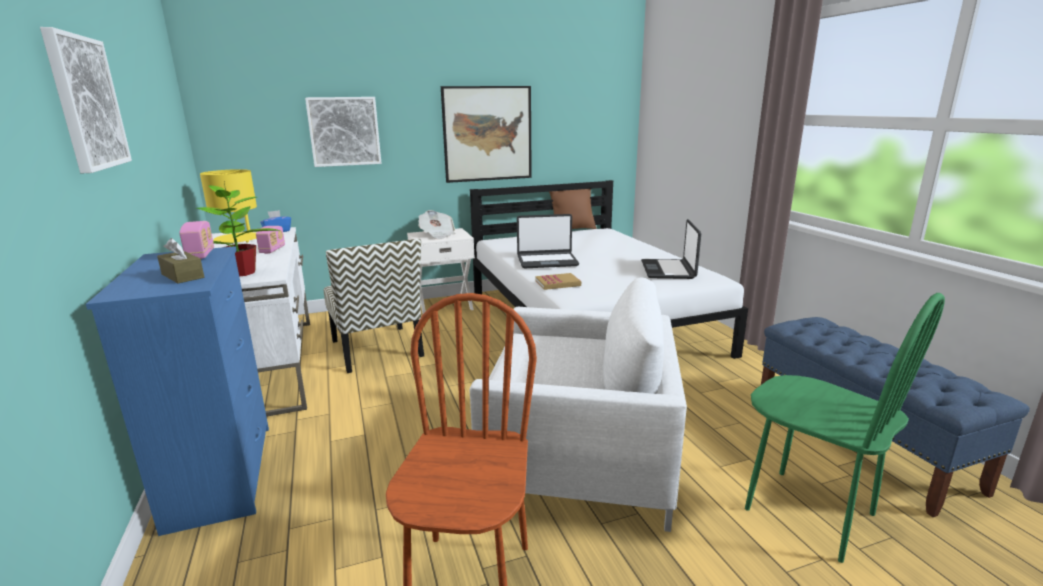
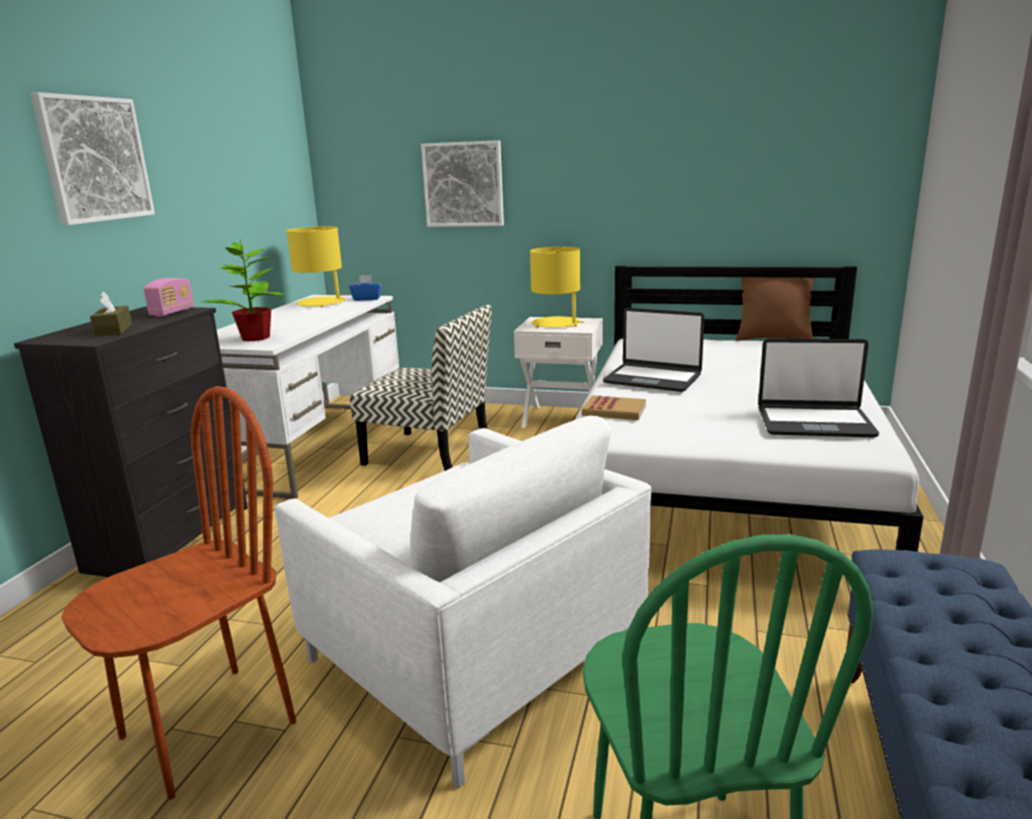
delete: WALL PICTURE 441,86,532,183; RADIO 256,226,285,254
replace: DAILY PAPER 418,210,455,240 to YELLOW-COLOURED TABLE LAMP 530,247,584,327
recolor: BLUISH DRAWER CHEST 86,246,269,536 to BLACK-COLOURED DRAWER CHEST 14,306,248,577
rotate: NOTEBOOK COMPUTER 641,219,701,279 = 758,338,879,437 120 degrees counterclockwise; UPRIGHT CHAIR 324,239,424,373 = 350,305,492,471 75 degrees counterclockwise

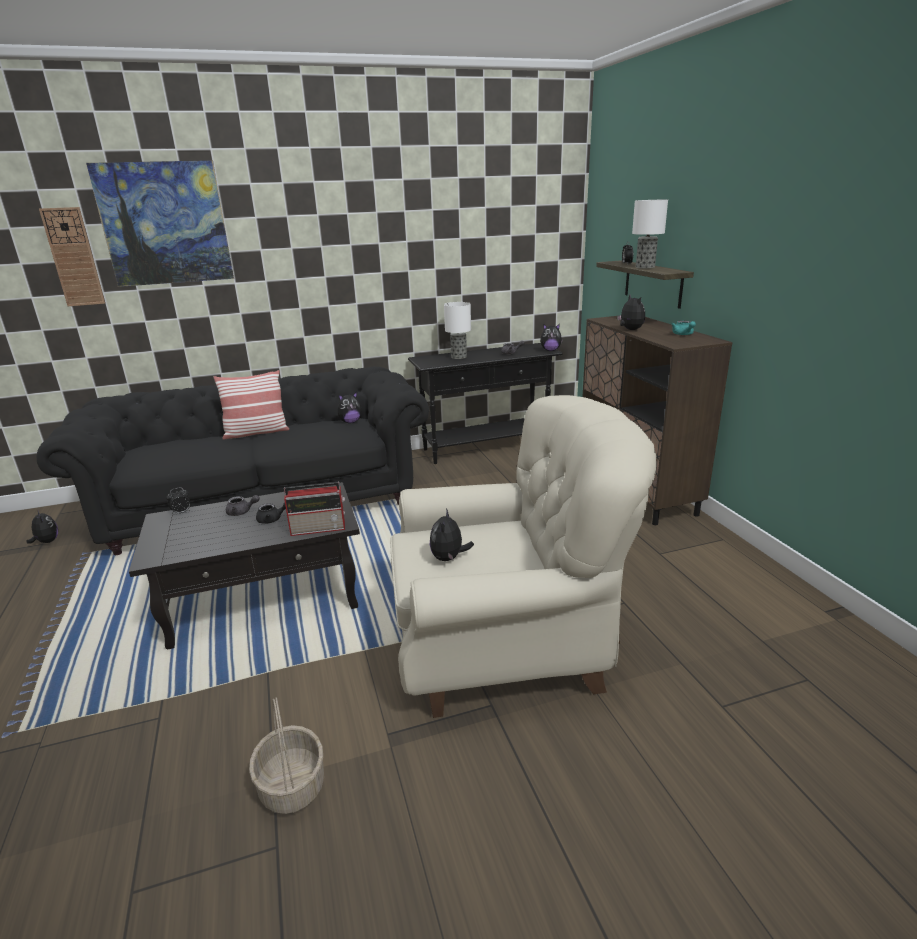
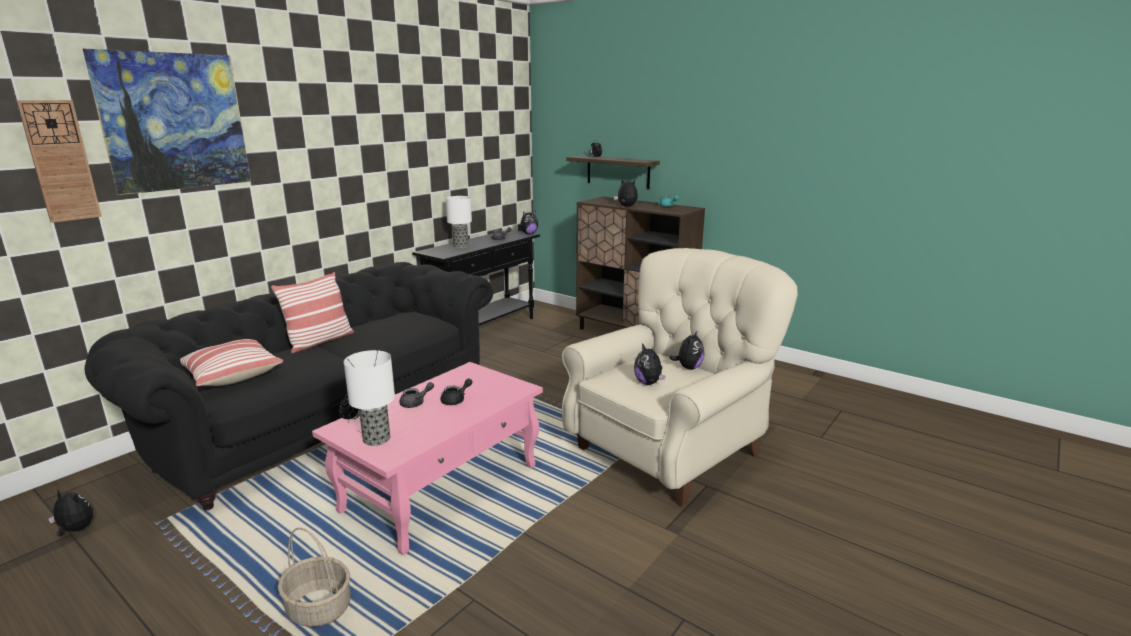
delete: RADIO 284,482,345,536
insert: CUSHION 180,339,283,386
move: TABLE LAMP 632,200,668,269 to 344,350,395,446; CUDDLY TOY 338,392,362,423 to 669,330,704,370; STORAGE BASKET 249,697,324,814 to 278,528,351,627
recolor: BLACK-COLOURED COFFEE TABLE 129,482,360,649 to PINK-COLOURED COFFEE TABLE 312,362,543,555

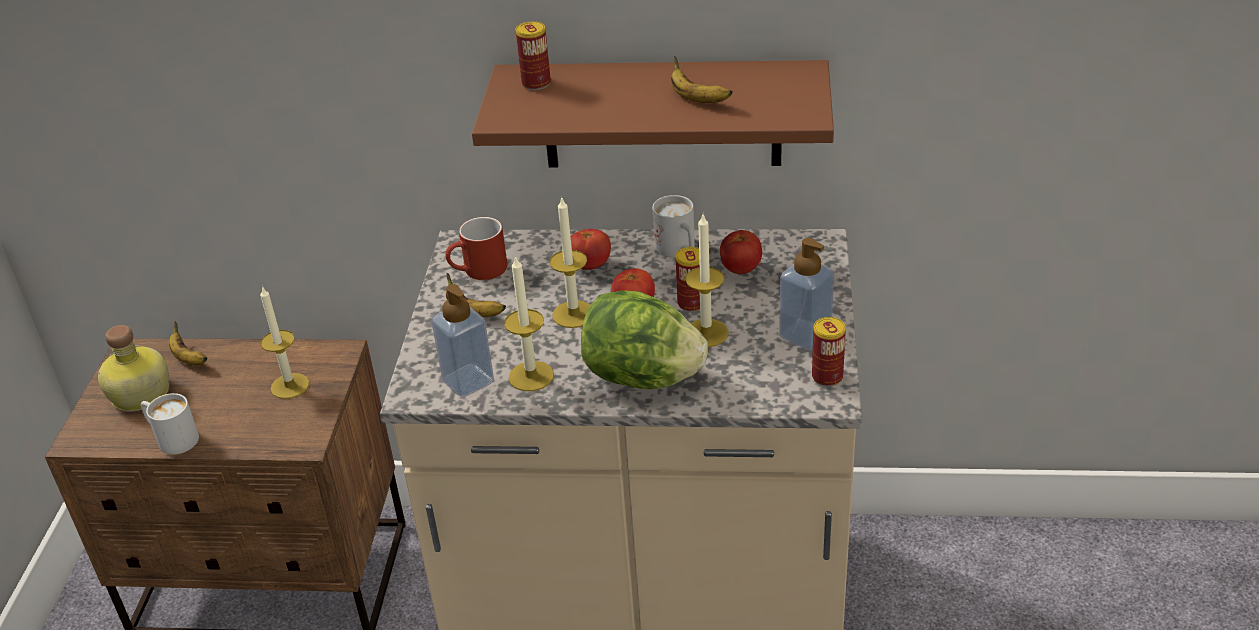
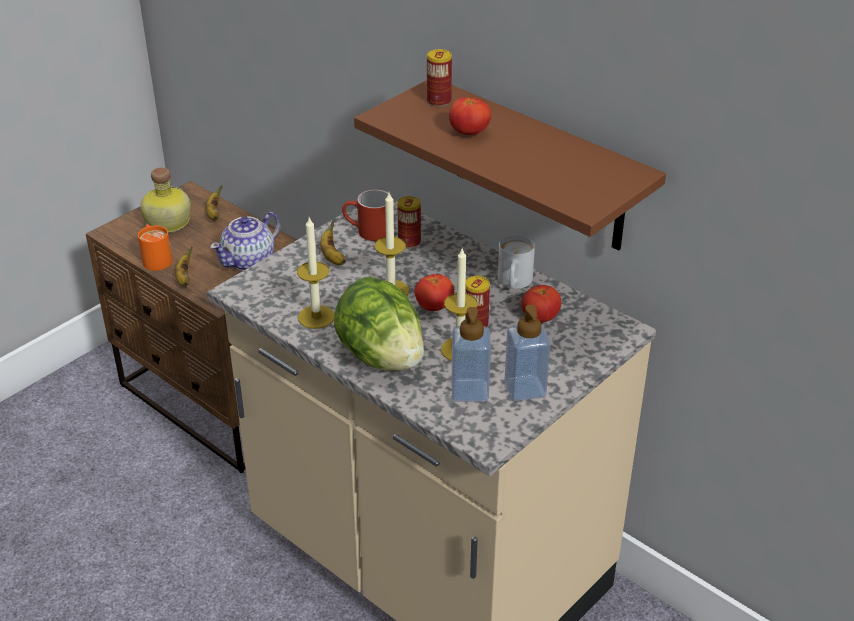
move: BANANA FRUIT 671,56,733,103 to 175,246,193,287; FRESH TOMATO 571,229,611,270 to 449,97,491,135; LIQUID SOAP BOTTLE 431,284,494,397 to 452,307,491,402; METAL CAN 812,317,846,386 to 398,196,421,248
replace: WAX LIGHT 260,286,309,399 to TEA POT 210,212,281,271
recolor: WHITE MUG 141,393,199,455 to ORANGE MUG 138,224,172,271

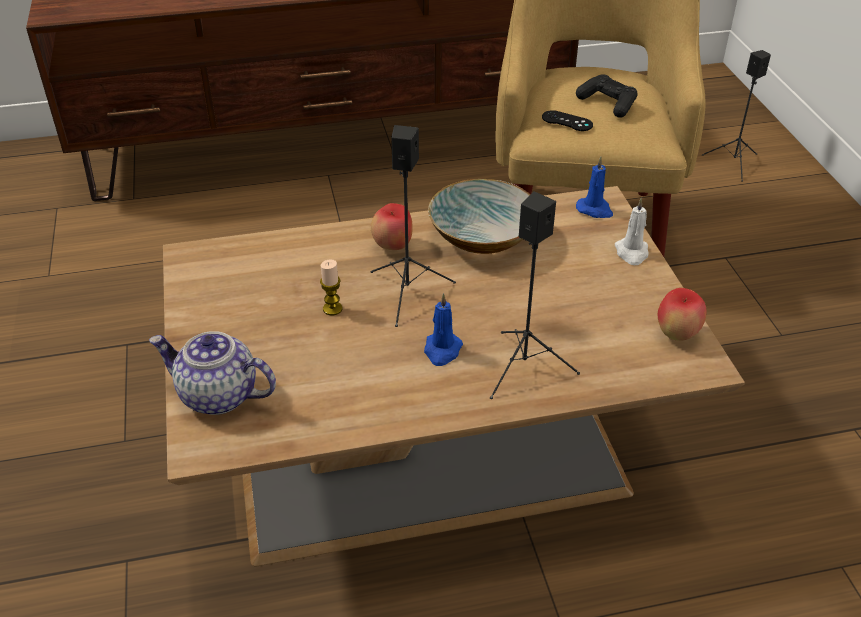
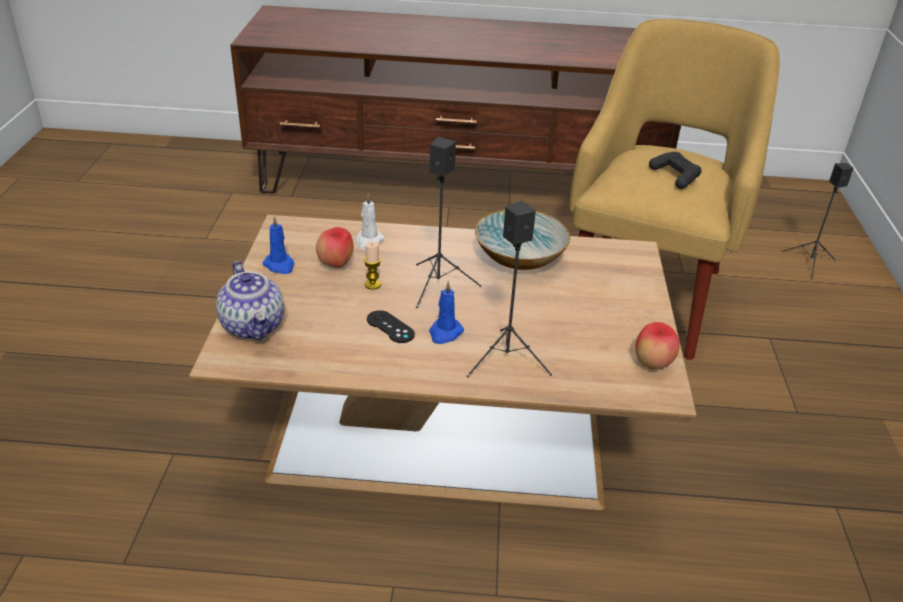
move: BLACK-COLOURED GAME CONTROLLER 542,110,593,131 to 367,310,415,343; BLUISH WAX LIGHT 576,157,613,218 to 262,216,295,274; WHITE WAX LIGHT 615,198,649,265 to 355,193,385,250; APPLE FRUIT 371,203,413,250 to 316,227,353,268
rotate: TEA POT 149,331,276,415 = 216,261,284,340 150 degrees counterclockwise

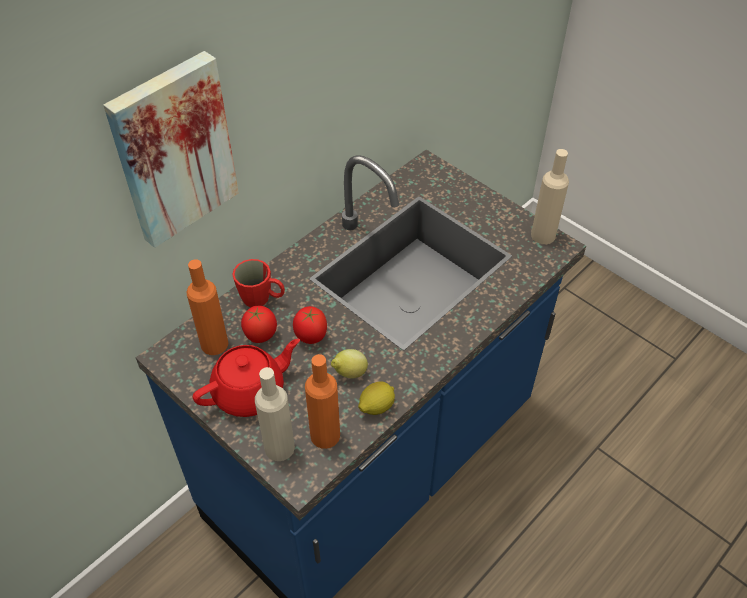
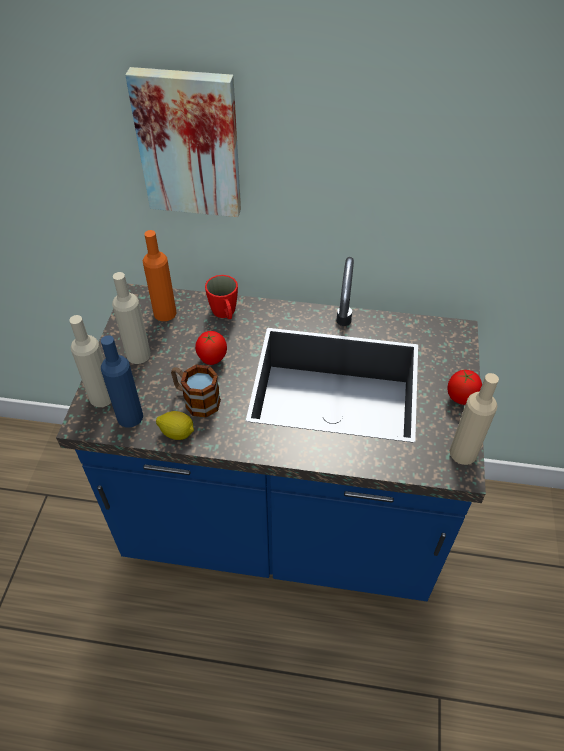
move: FRESH TOMATO 241,306,277,343 to 448,370,482,405
replace: RED TEA POT 193,339,300,417 to SAND-COLOURED BEVERAGE BOTTLE 112,272,151,364; CITRUS FRUIT 331,349,368,379 to MUG 171,365,221,417
recolor: ORANGE BEVERAGE BOTTLE 305,354,340,449 to BLUISH BEVERAGE BOTTLE 101,335,143,428

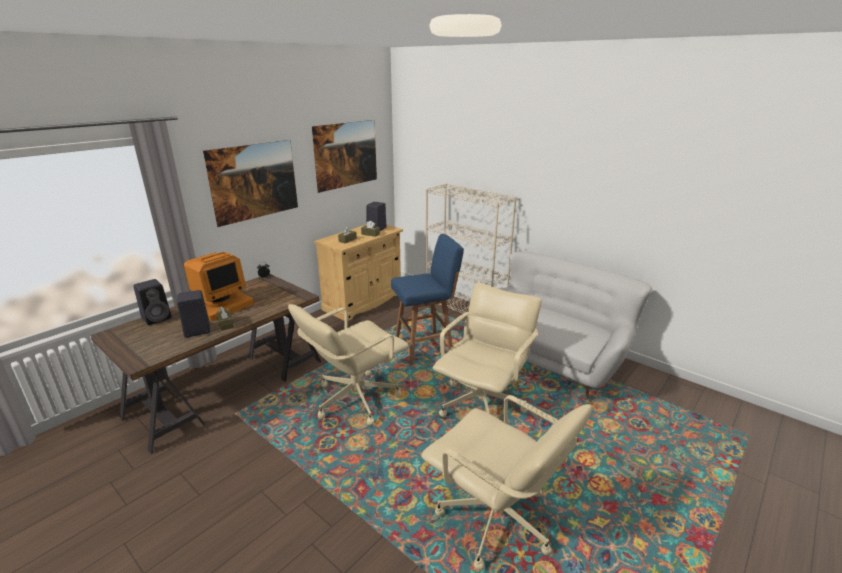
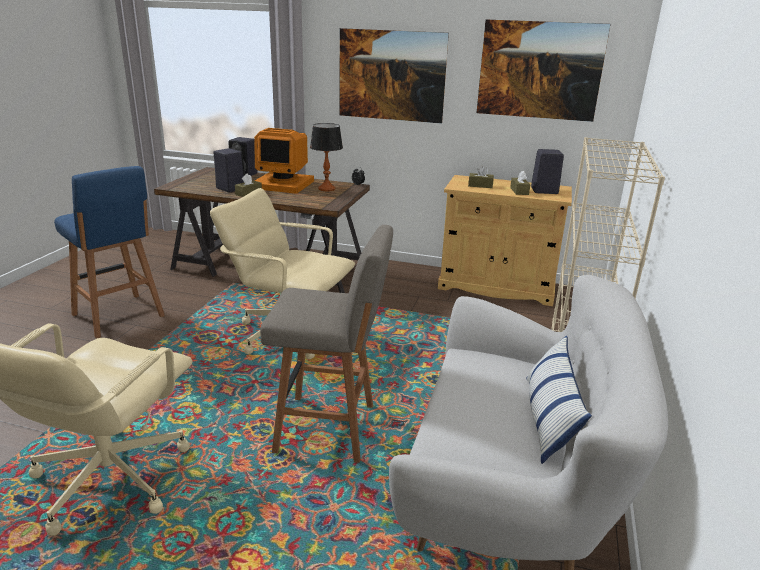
insert: TABLE LAMP 310,123,343,191; CUSHION 526,336,592,464
move: BLUISH STOOL 391,234,464,365 to 54,166,165,339
replace: SAND-COLOURED DESK CHAIR 432,283,542,417 to GREYISH STOOL 260,225,393,463

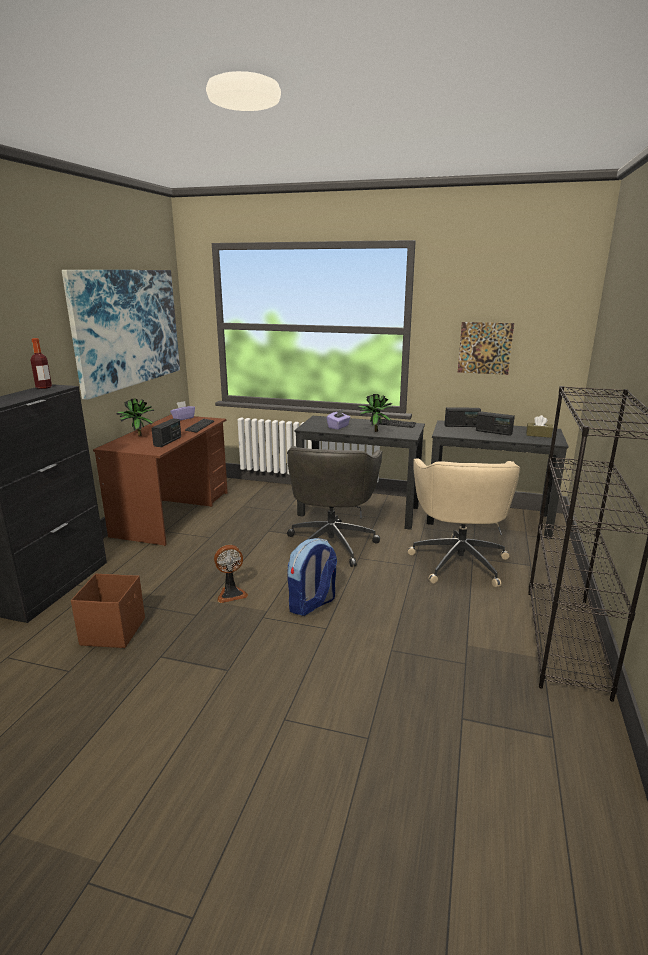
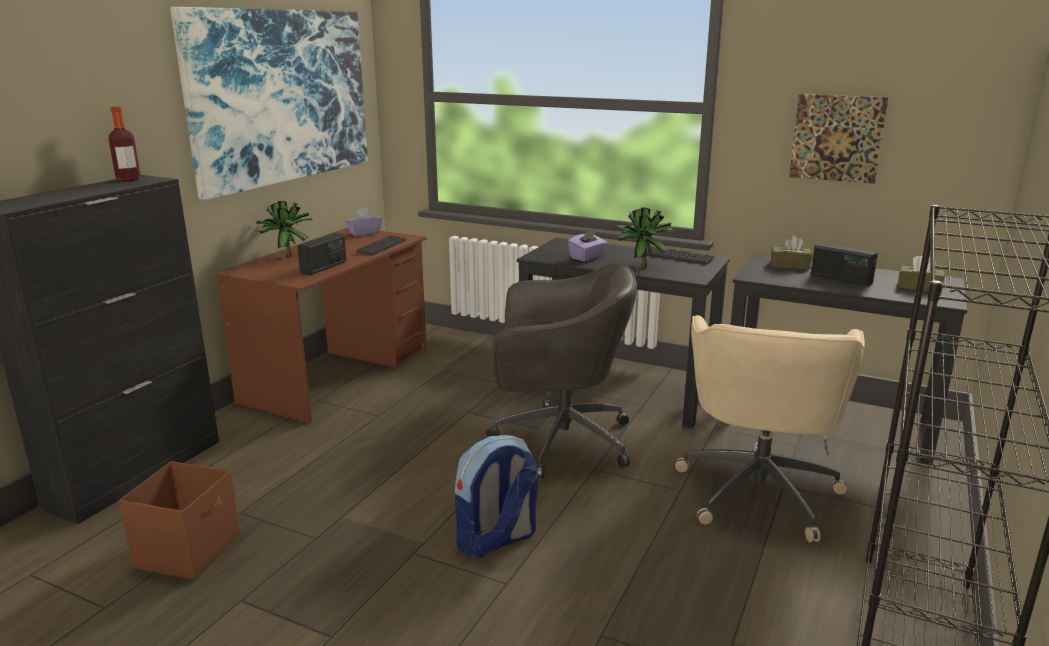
delete: COOLING FAN 214,545,248,603
replace: RADIO 444,407,481,427 to BROWNISH TISSUE HOLDER 771,235,812,269
rotate: GREYISH DESK CHAIR 287,446,382,567 = 486,263,637,479 105 degrees counterclockwise

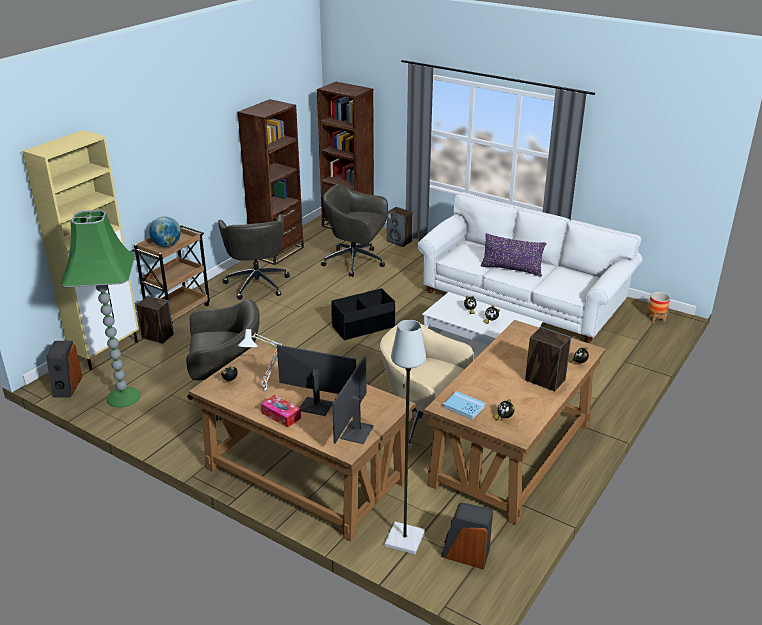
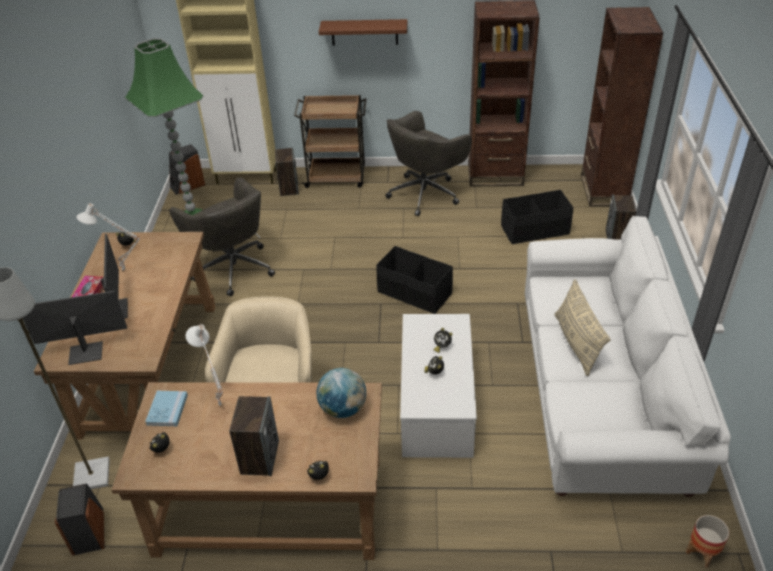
insert: BROWNISH BRACKET SHELF 319,19,407,46; WHITE TABLE LAMP 186,324,223,406
move: WORLD GLOBE 149,216,181,247 to 316,368,366,418
replace: GREYISH DESK CHAIR 321,184,388,277 to BLACK-COLOURED STORAGE CONTAINER 501,190,574,244
recolor: PURPLISH CUSHION 481,233,547,277 to SAND-COLOURED CUSHION 554,279,611,376

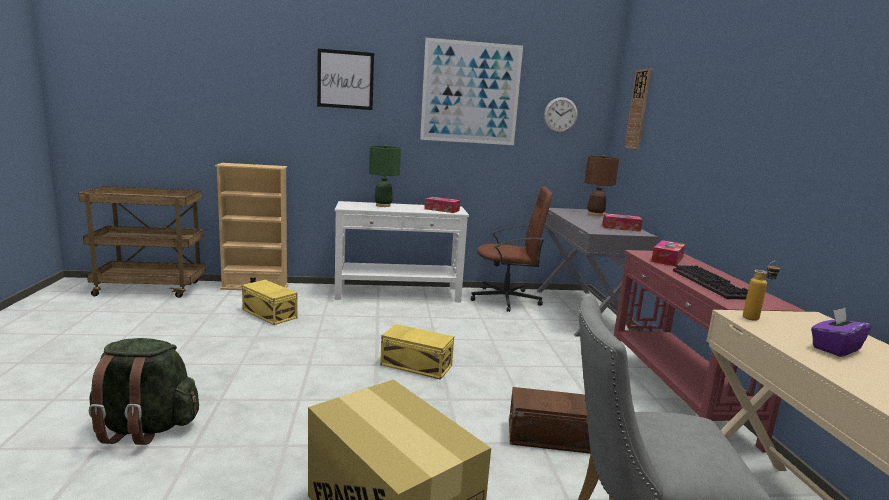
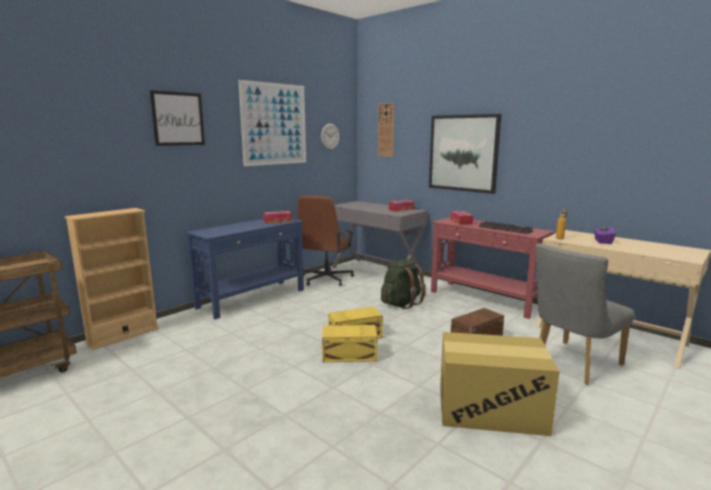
delete: GREEN-COLOURED TABLE LAMP 369,145,401,207; BROWNISH TABLE LAMP 584,155,619,216
insert: WALL PICTURE 429,114,501,194
move: YELLOW-COLOURED STORAGE CONTAINER 242,280,298,325 to 322,325,377,362; GREEN-COLOURED KNAPSACK 89,338,199,445 to 381,259,426,309
recolor: WHITE HALL TABLE 335,201,469,302 to BLUISH HALL TABLE 186,219,304,319
rotate: BROWNISH DESK CHAIR 471,187,552,312 = 297,195,354,286 150 degrees clockwise

